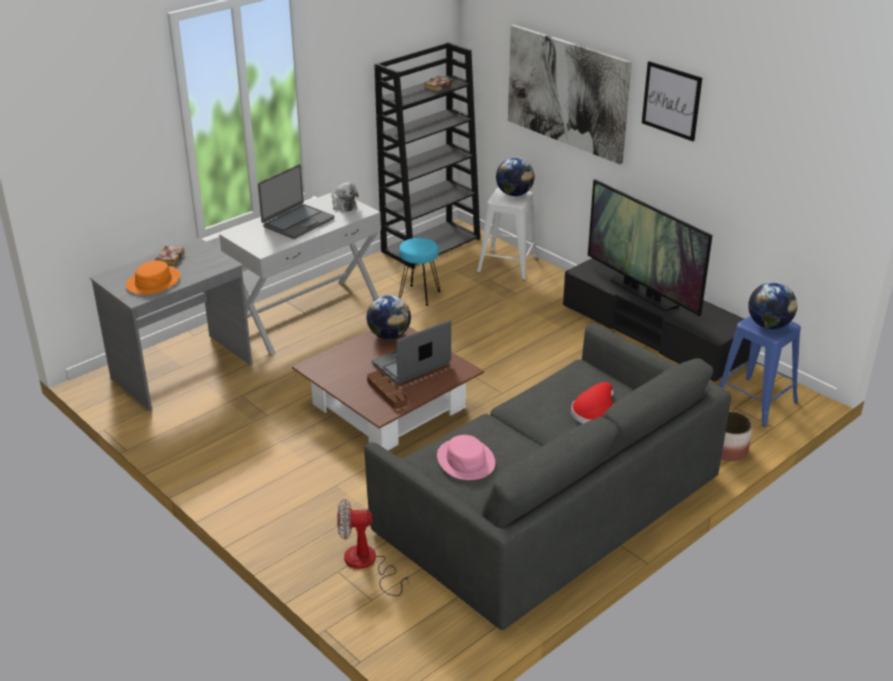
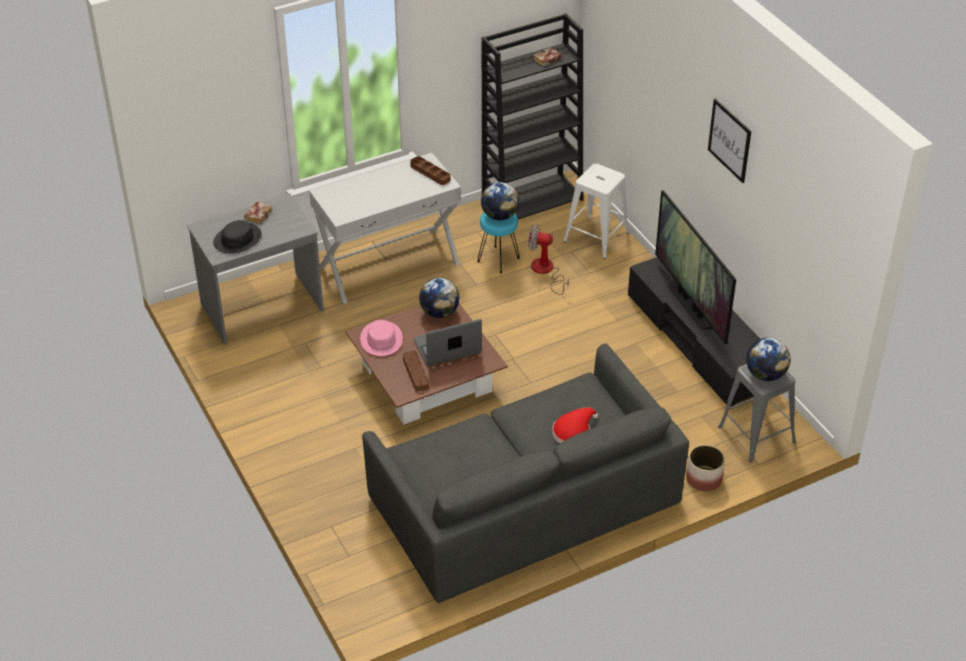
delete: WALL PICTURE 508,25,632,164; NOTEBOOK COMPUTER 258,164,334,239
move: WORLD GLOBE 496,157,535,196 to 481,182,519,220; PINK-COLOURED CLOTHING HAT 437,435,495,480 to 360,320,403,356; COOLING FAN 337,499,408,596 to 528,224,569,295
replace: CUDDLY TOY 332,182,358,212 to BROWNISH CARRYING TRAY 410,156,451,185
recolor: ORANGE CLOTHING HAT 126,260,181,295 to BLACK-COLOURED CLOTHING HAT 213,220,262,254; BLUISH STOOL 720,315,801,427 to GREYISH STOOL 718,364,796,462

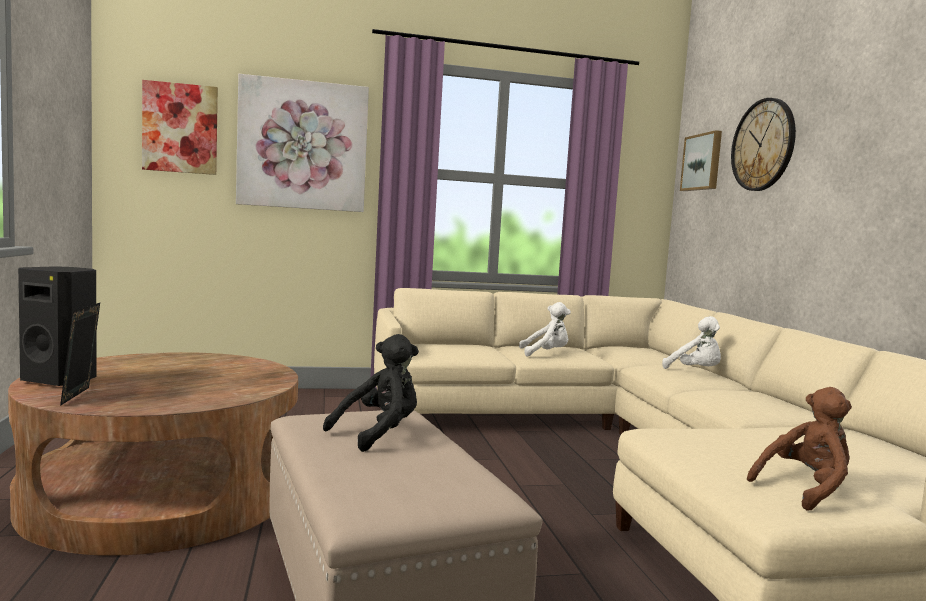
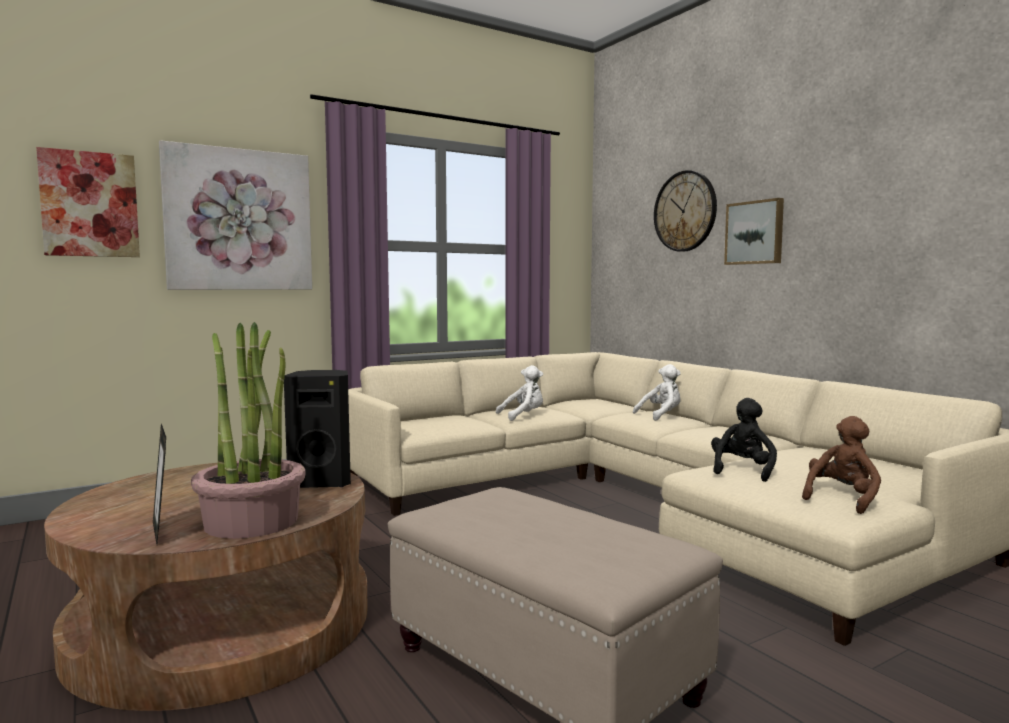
insert: POTTED PLANT 191,322,306,539
move: WALL PICTURE 680,130,722,191 to 724,198,784,265; BLACK-COLOURED LOUDSPEAKER 18,266,97,386 to 284,370,351,488; BLACK-COLOURED CUDDLY TOY 323,334,419,452 to 711,398,777,482
rotate: WHITE CUDDLY TOY 662,316,721,369 = 633,364,681,421 60 degrees counterclockwise

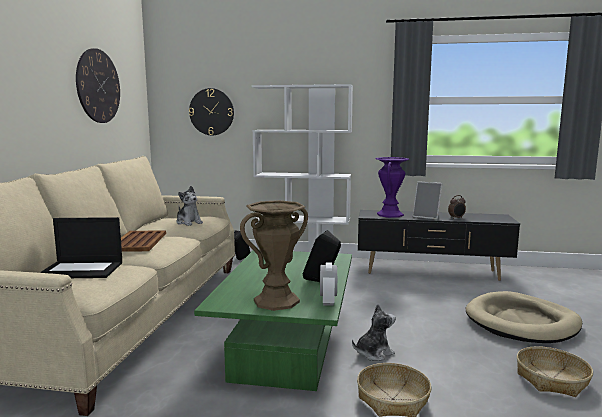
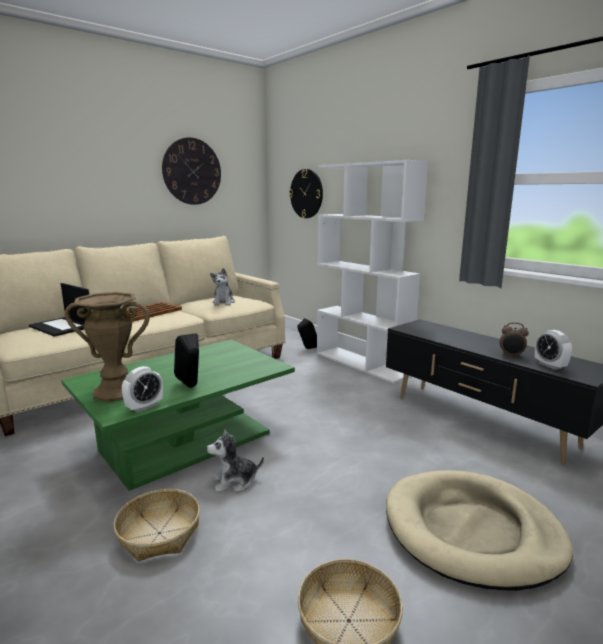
delete: PURPLISH DECORATIVE VASE 375,157,410,218; PHOTO FRAME 412,181,442,220
insert: TABLE CLOCK 535,330,572,370
rotate: CUDDLY TOY 352,304,396,361 = 207,429,264,492 150 degrees clockwise

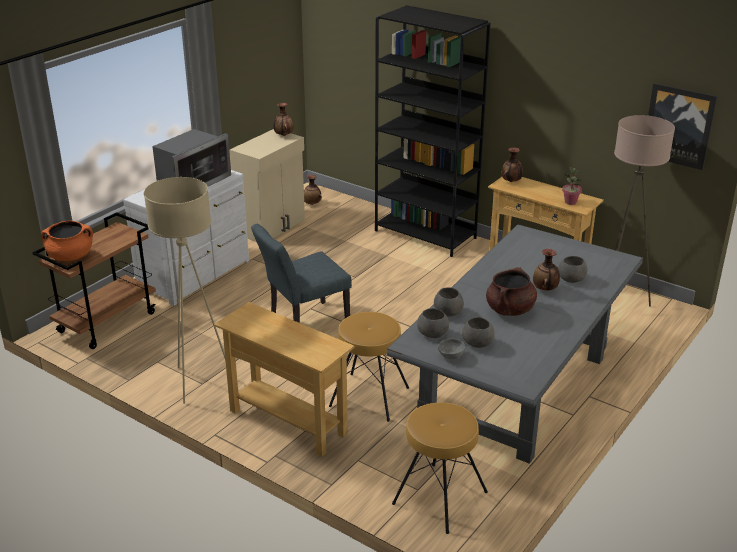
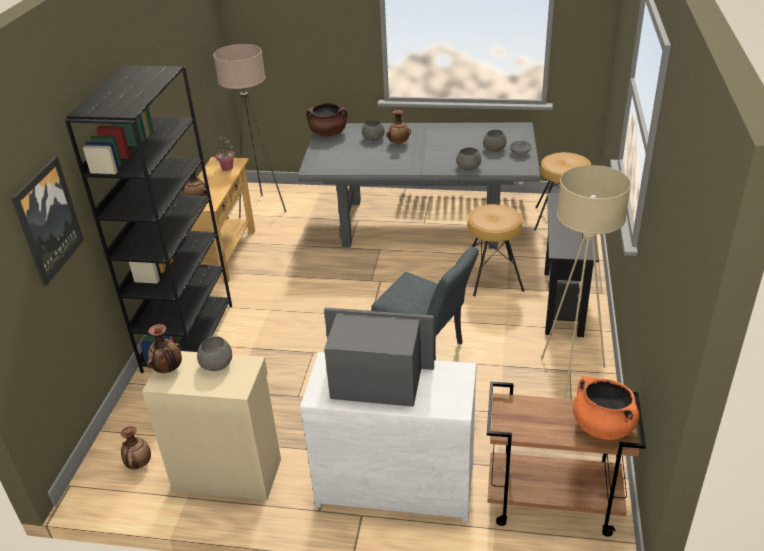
move: WALL PICTURE 648,83,717,170 to 11,156,84,286; BROWNISH STOCKPOT 486,267,537,316 to 306,103,348,137; GREYISH BOWL 417,308,449,338 to 197,336,232,371
recolor: SAND-COLOURED HALL TABLE 214,302,355,457 to BLACK-COLOURED HALL TABLE 545,193,599,337

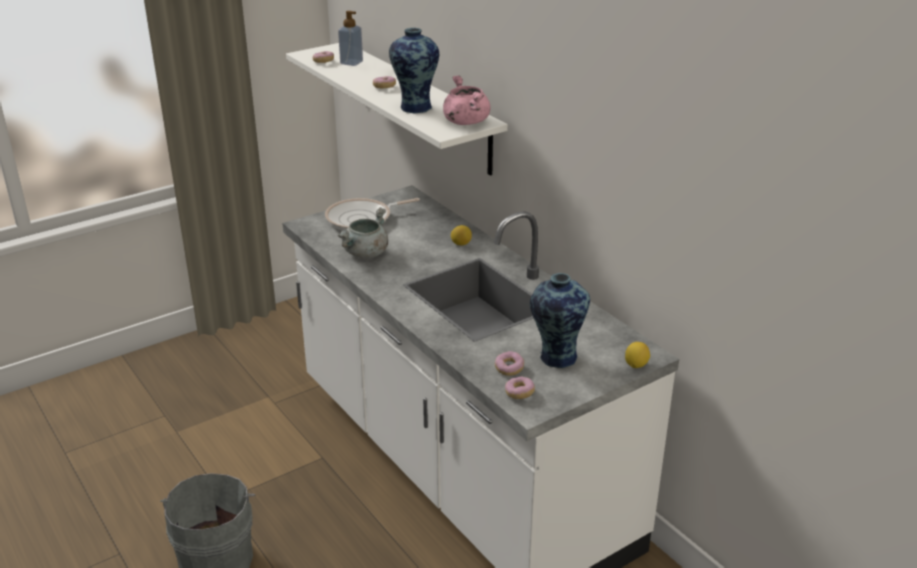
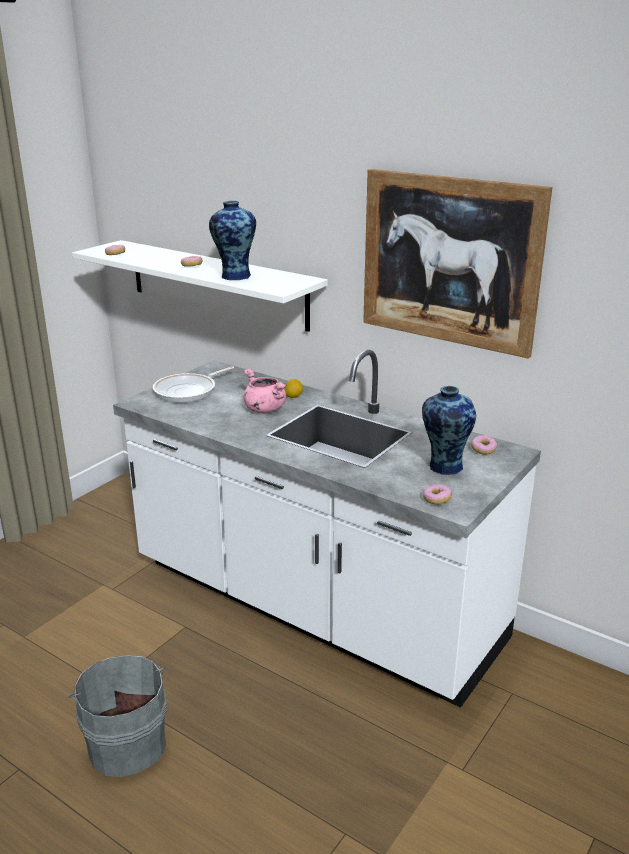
delete: LIQUID SOAP BOTTLE 338,11,363,66; GREYISH STOCKPOT 337,207,388,258; CITRUS FRUIT 625,342,650,368
insert: WALL PICTURE 363,169,552,359
move: PINK-COLOURED STOCKPOT 443,76,490,125 to 244,369,286,413; DONUT 495,351,524,376 to 471,435,497,455

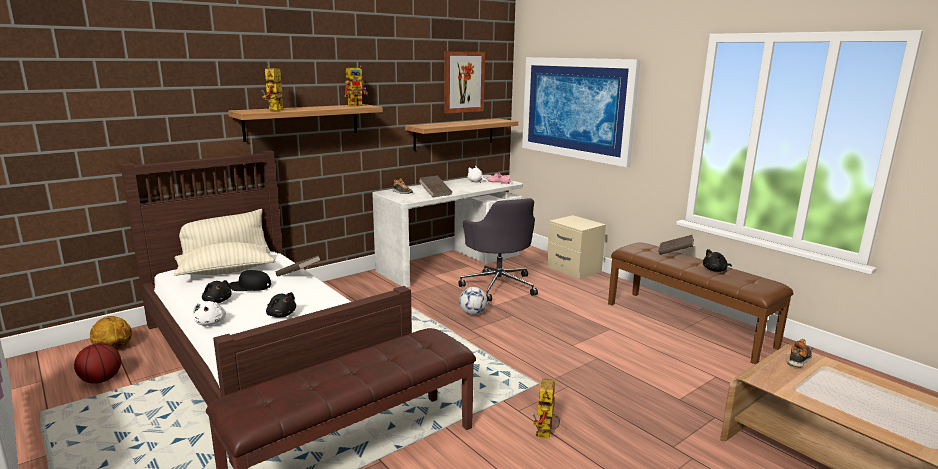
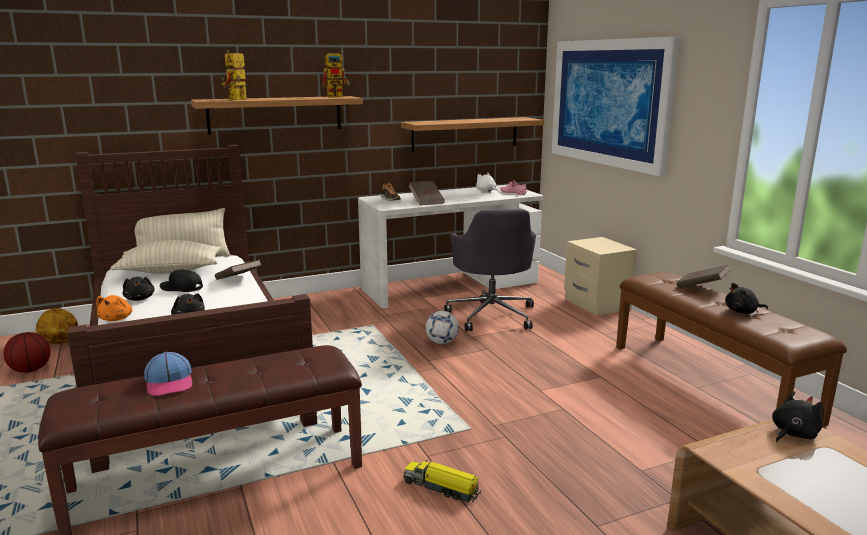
delete: WALL PICTURE 444,51,485,114
insert: PEAKED CAP 144,352,192,396
replace: ITEM OF FOOTWEAR 787,339,812,368 to BLACK-COLOURED CUDDLY TOY 772,392,824,443; TOY ROBOT 532,378,560,439 to TOY LORRY 404,460,481,503
recolor: WHITE CUDDLY TOY 193,301,226,326 to ORANGE CUDDLY TOY 96,295,133,321

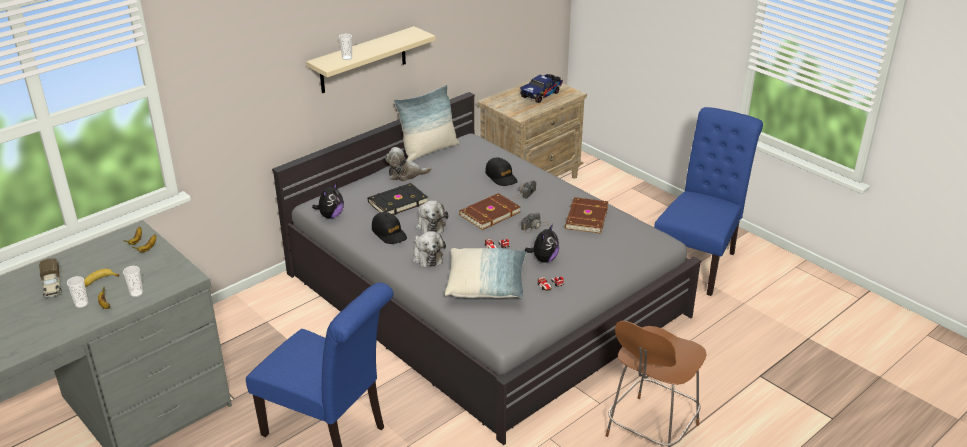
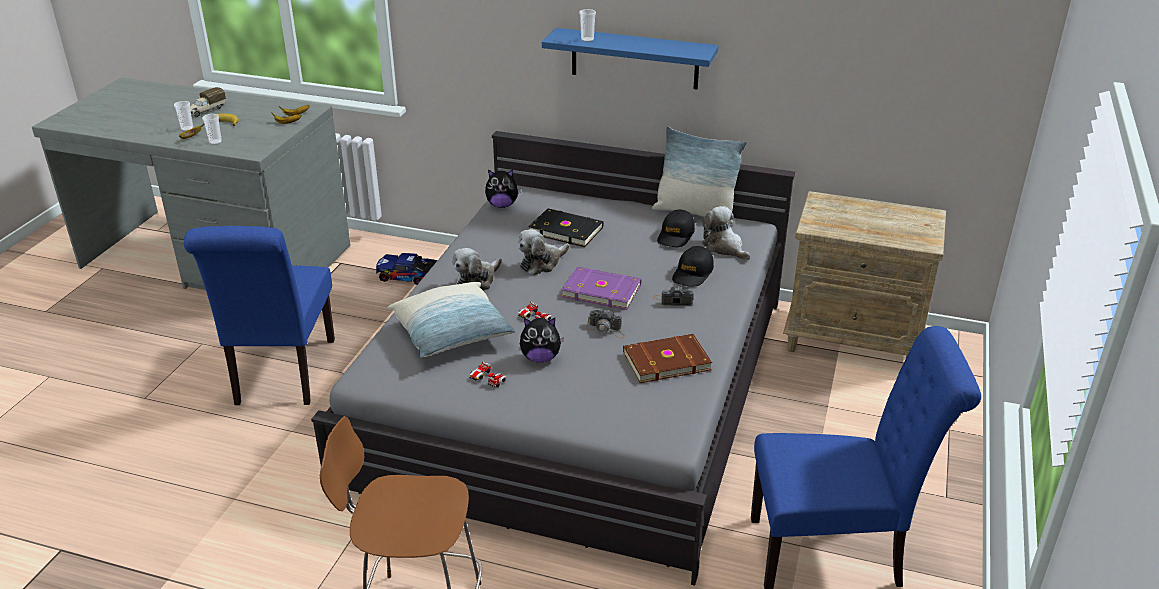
move: TOY LORRY 520,74,563,103 to 376,253,437,285; CUDDLY TOY 385,147,432,181 to 702,206,750,260; BLACK-COLOURED PEAKED CAP 372,212,407,244 to 657,210,695,247
recolor: SAND-COLOURED BRACKET SHELF 306,26,436,93 to BLUISH BRACKET SHELF 542,28,718,89; BROWNISH VOLUME 459,193,521,230 to PURPLISH VOLUME 561,267,641,310

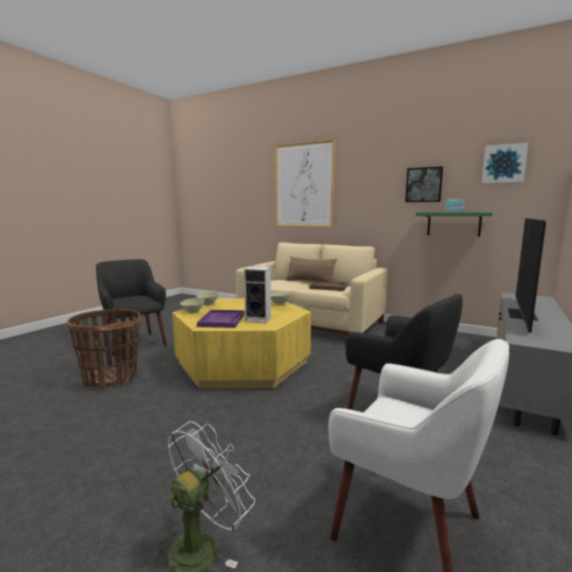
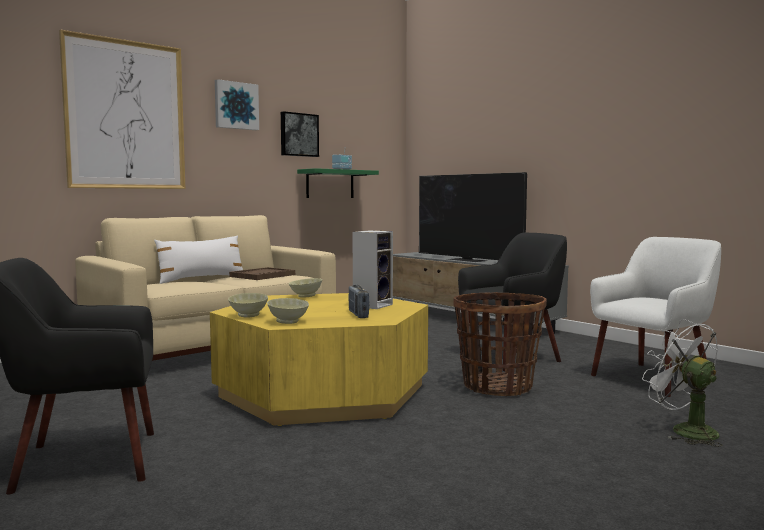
move: WALL PICTURE 482,143,528,184 to 215,79,259,130; STORAGE BASKET 67,309,141,387 to 453,292,547,396
replace: PURPLISH CARRYING TRAY 197,310,244,328 to RADIO 348,285,369,318
recolor: BROWNISH CUSHION 285,256,337,282 to WHITE CUSHION 154,235,243,284

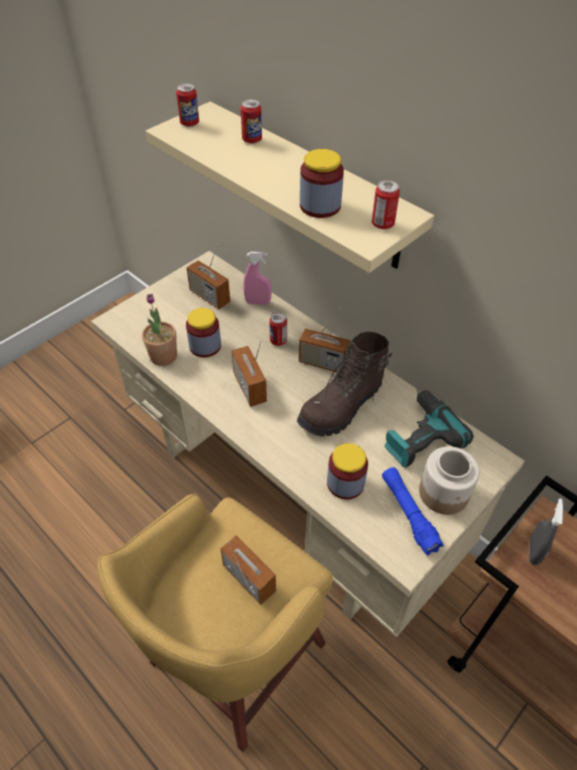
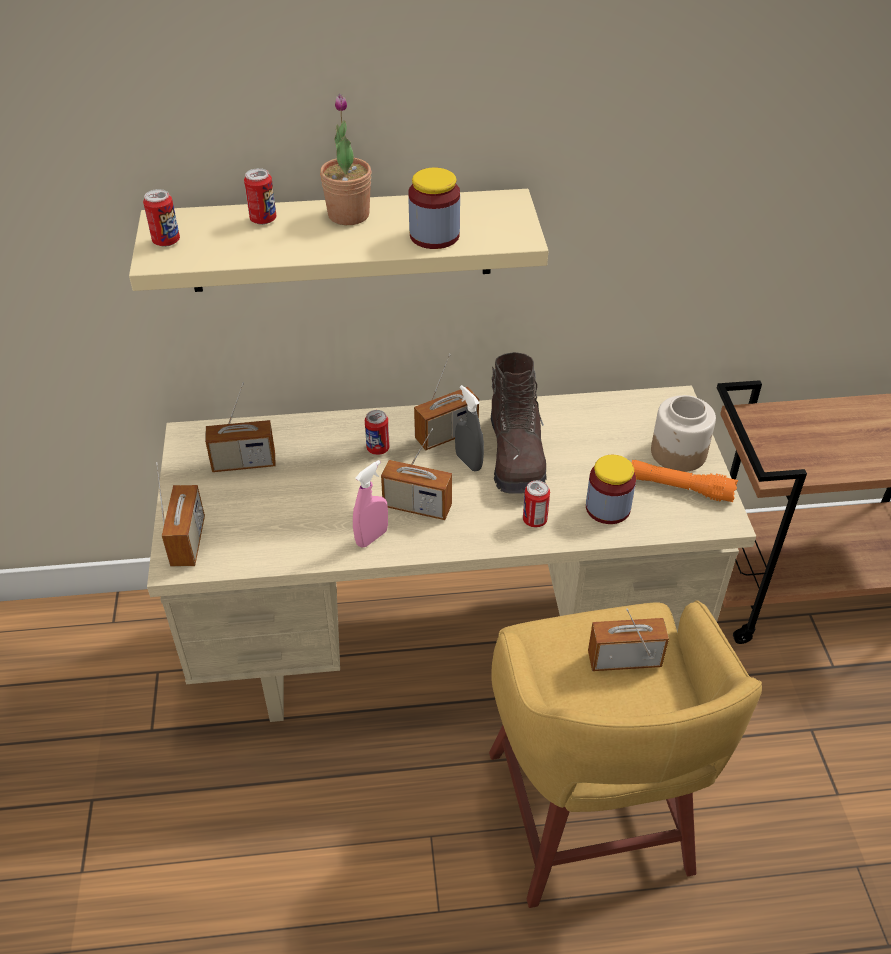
delete: JAR 186,308,221,357; DRILL 385,388,474,468
insert: RADIO 156,462,205,567
move: METAL CAN 372,180,400,229 to 523,480,550,527; PINK-COLOURED SPRAYER 243,252,272,305 to 353,460,388,547; POTTED PLANT 142,293,177,366 to 320,94,372,225; GREYISH SPRAYER 529,499,563,565 to 455,385,484,472
recolor: BLUISH FLASHLIGHT 382,467,444,556 to ORANGE FLASHLIGHT 631,460,738,502

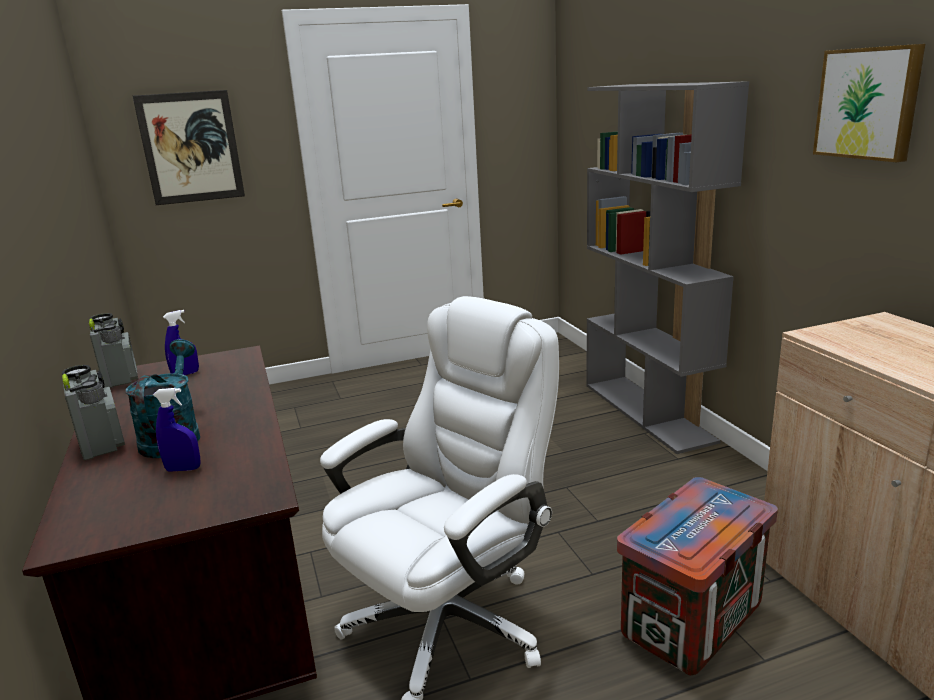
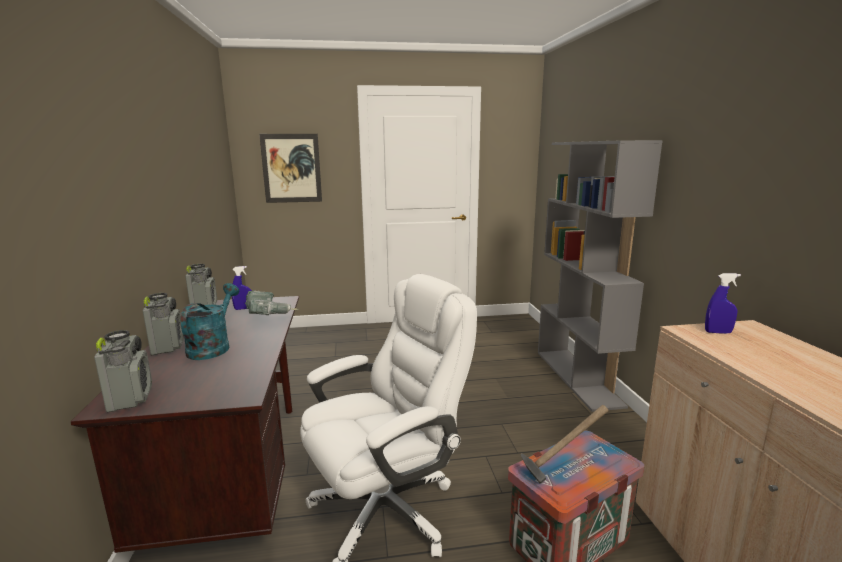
delete: WALL PICTURE 813,44,925,162
insert: DRILL 245,290,299,315; RADIO 94,330,152,412; TOOL HAMMER 520,405,609,484
move: BLUISH SPRAYER 153,388,201,472 to 705,273,741,334

